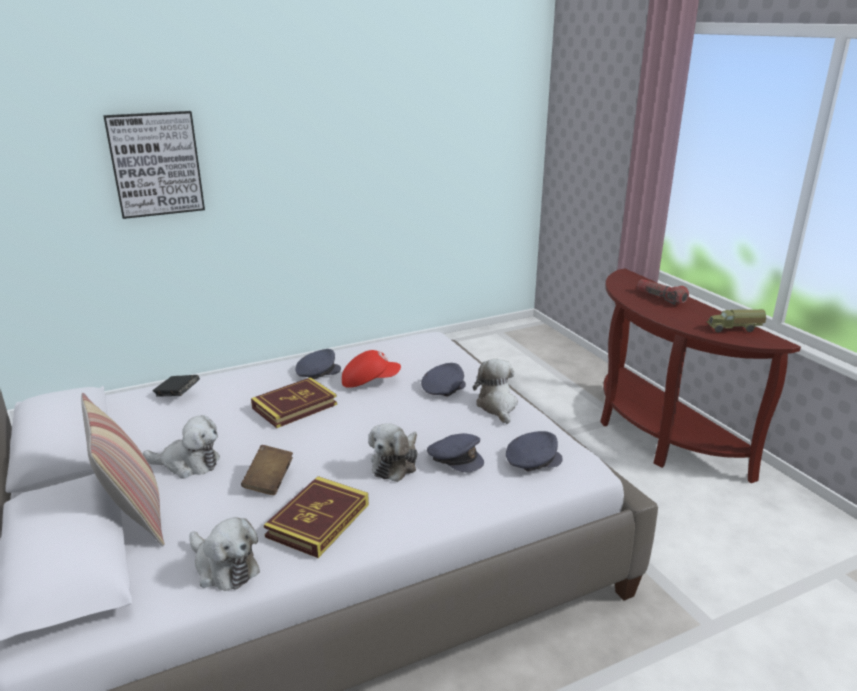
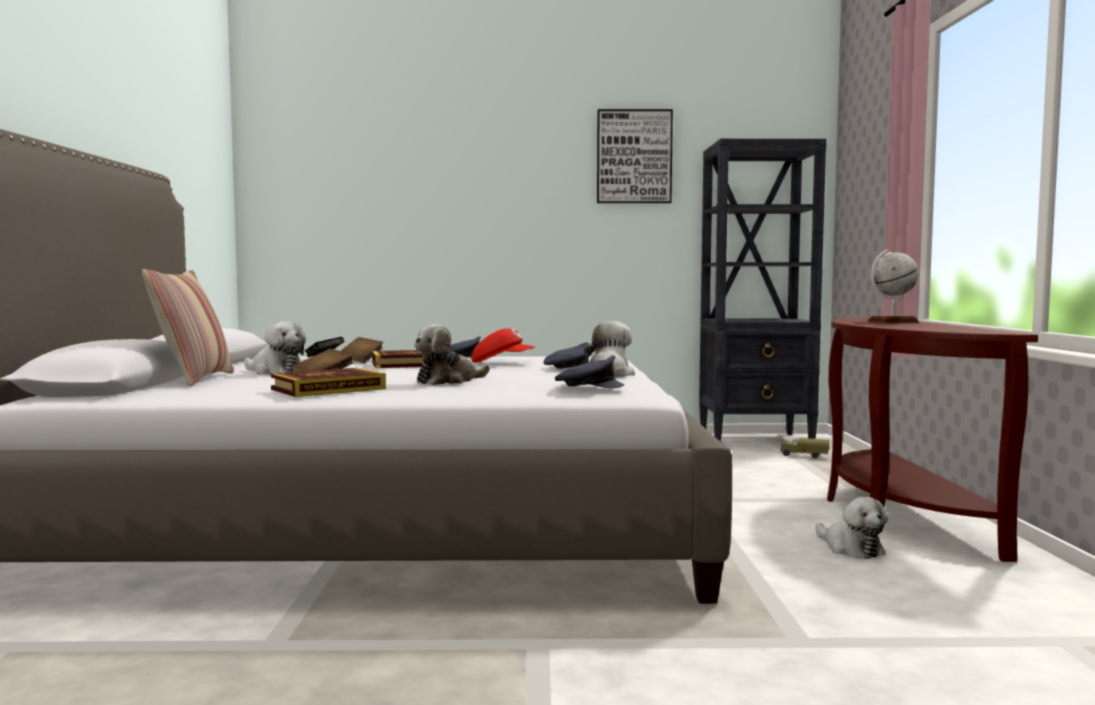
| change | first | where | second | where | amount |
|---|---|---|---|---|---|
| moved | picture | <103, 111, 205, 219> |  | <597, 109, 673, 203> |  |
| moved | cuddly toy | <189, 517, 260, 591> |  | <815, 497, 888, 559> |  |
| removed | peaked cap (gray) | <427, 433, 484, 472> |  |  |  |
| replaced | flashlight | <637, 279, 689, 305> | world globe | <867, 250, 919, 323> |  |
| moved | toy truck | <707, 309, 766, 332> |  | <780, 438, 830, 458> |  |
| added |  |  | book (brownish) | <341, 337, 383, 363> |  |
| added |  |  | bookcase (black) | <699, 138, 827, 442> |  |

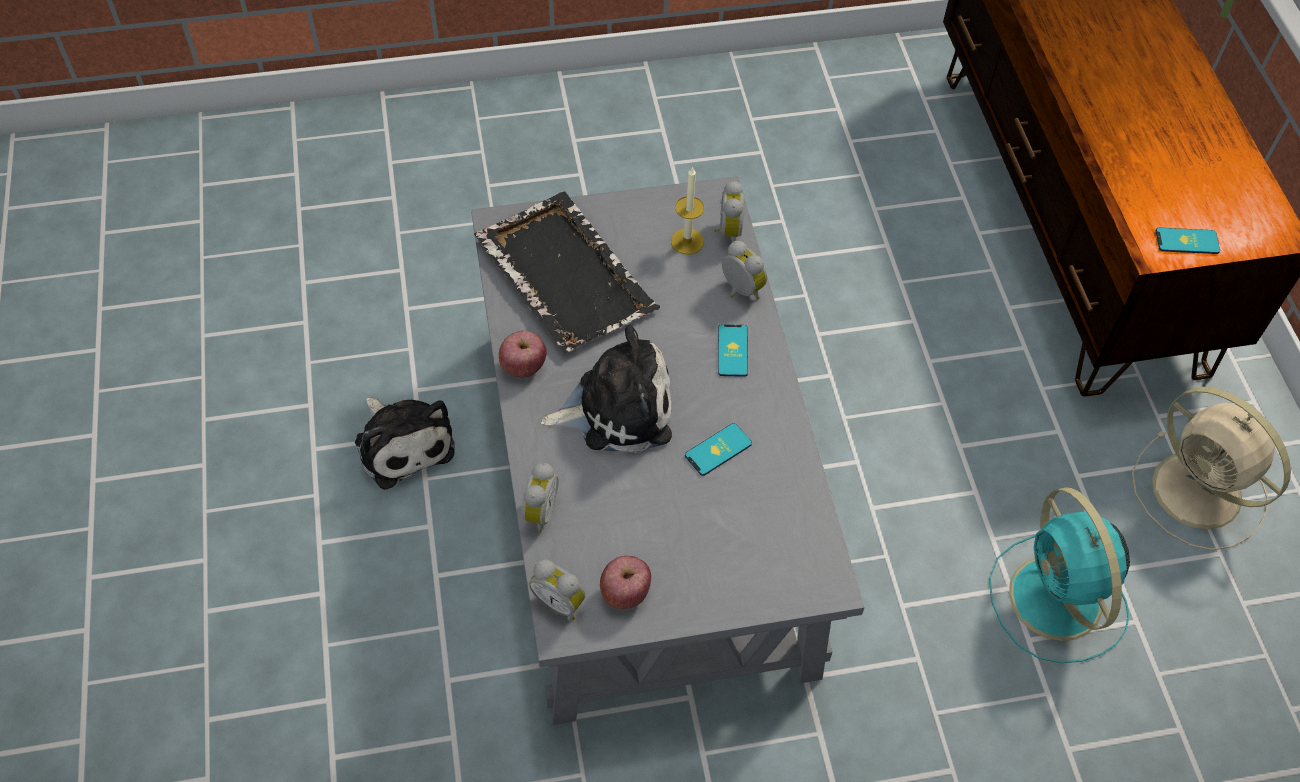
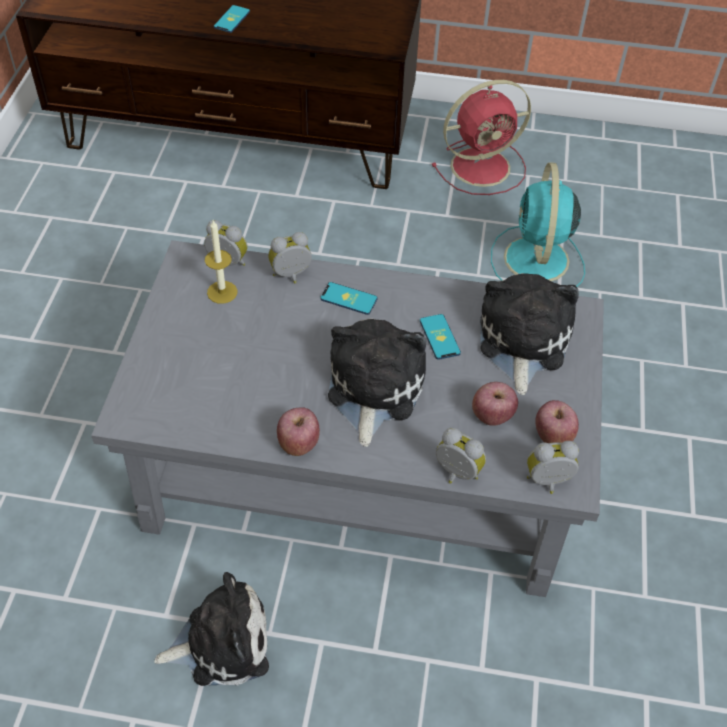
| change | first | where | second | where | amount |
|---|---|---|---|---|---|
| removed | carrying tray (black) | <474, 192, 660, 353> |  |  |  |
| turned | alarm clock | <529, 560, 585, 620> |  | <527, 441, 579, 494> | 150 degrees counterclockwise |
| turned | cooling fan (blue-green) | <989, 487, 1130, 663> |  | <491, 162, 585, 287> | 90 degrees clockwise |
| recoloured | cooling fan (beige-coloured) | <1132, 387, 1291, 550> | cooling fan (red-coloured) | <432, 80, 531, 195> |  |
| moved | telephone | <1156, 228, 1220, 254> |  | <214, 5, 250, 33> |  |
| added |  |  | whole apple | <472, 382, 518, 426> |  |
| added |  |  | cuddly toy | <480, 273, 579, 395> |  |

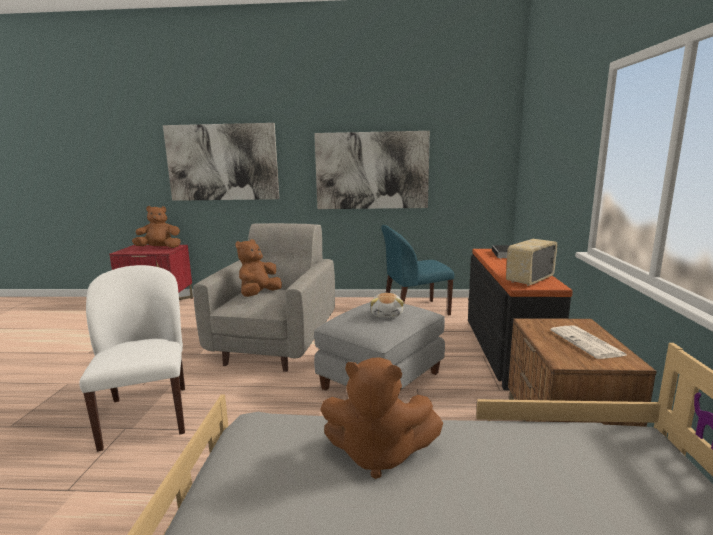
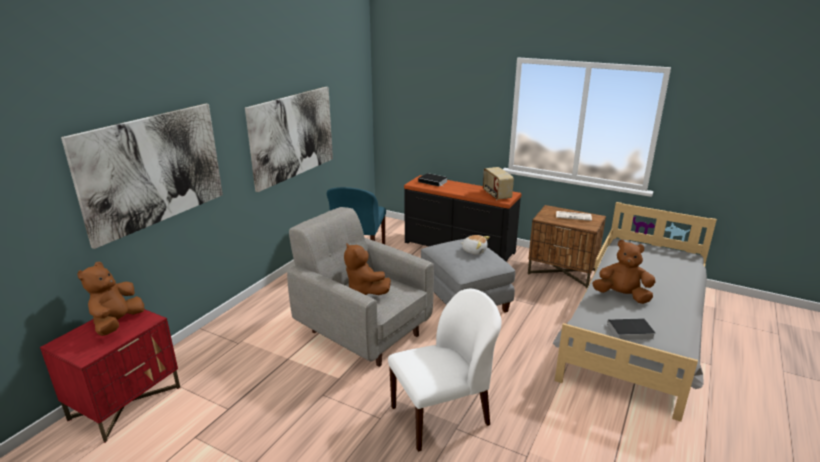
| change | first | where | second | where | amount |
|---|---|---|---|---|---|
| turned | upright chair (white) | <79, 265, 185, 452> |  | <388, 289, 501, 452> | 150 degrees clockwise |
| turned | cuddly toy (brownish) | <320, 357, 443, 479> |  | <592, 240, 655, 304> | 105 degrees counterclockwise |
| added |  |  | book | <602, 318, 656, 340> |  |

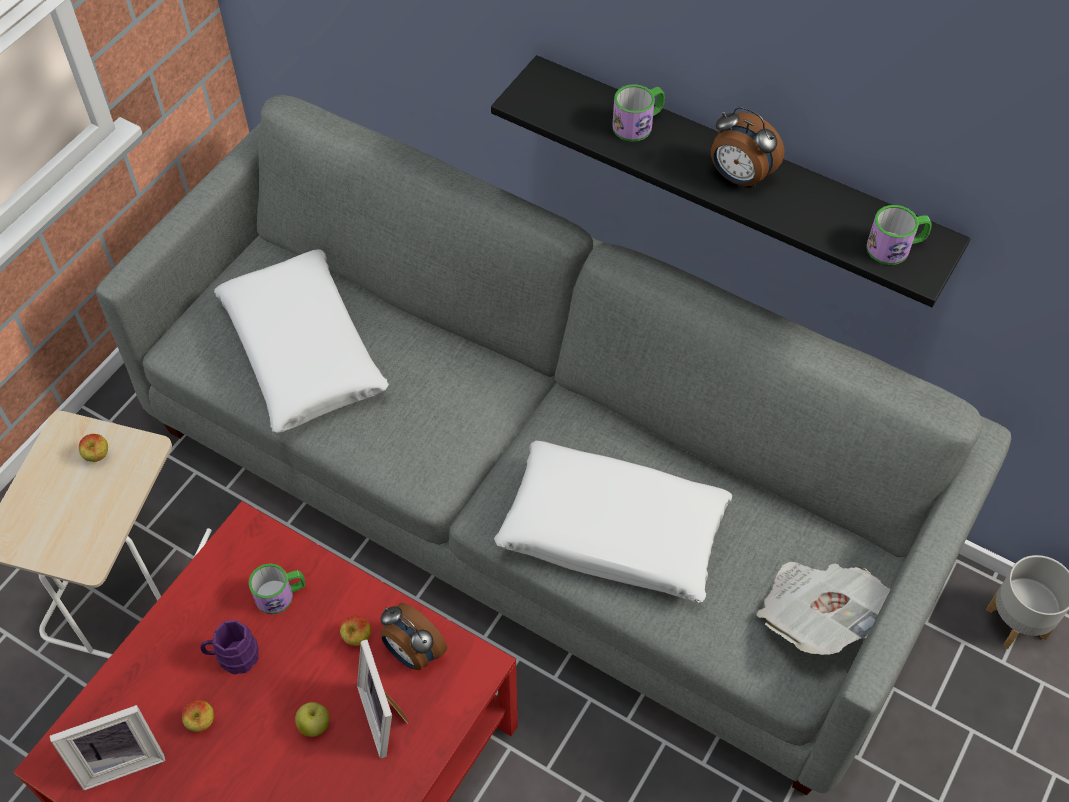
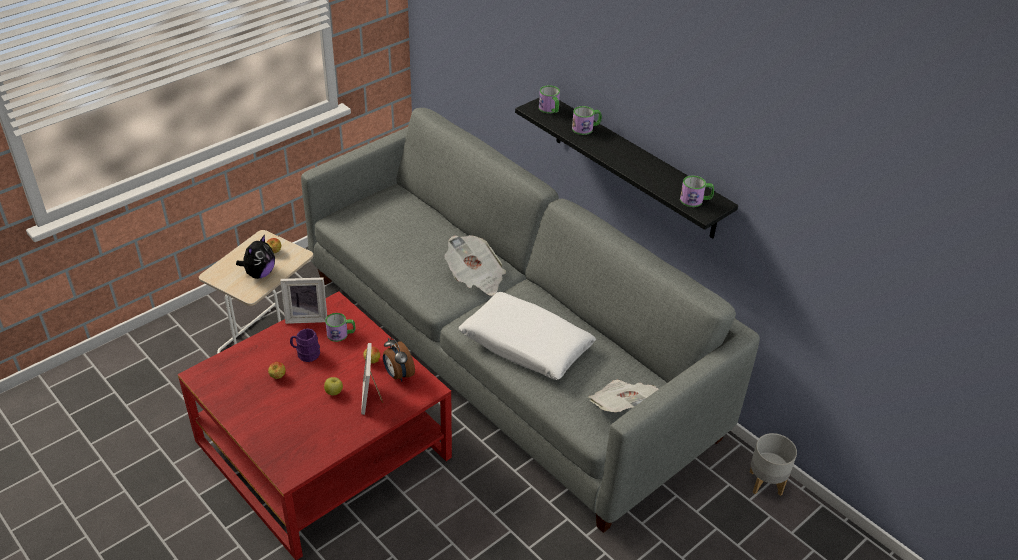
| change | first | where | second | where | amount |
|---|---|---|---|---|---|
| moved | photo frame | <50, 705, 165, 791> |  | <280, 277, 327, 324> |  |
| removed | throw pillow (white) | <214, 249, 389, 433> |  |  |  |
| removed | alarm clock | <711, 107, 785, 188> |  |  |  |
| added |  |  | cuddly toy | <236, 234, 275, 279> |  |
| added |  |  | printed paper | <444, 235, 506, 296> |  |
| added |  |  | mug | <539, 85, 560, 113> |  |

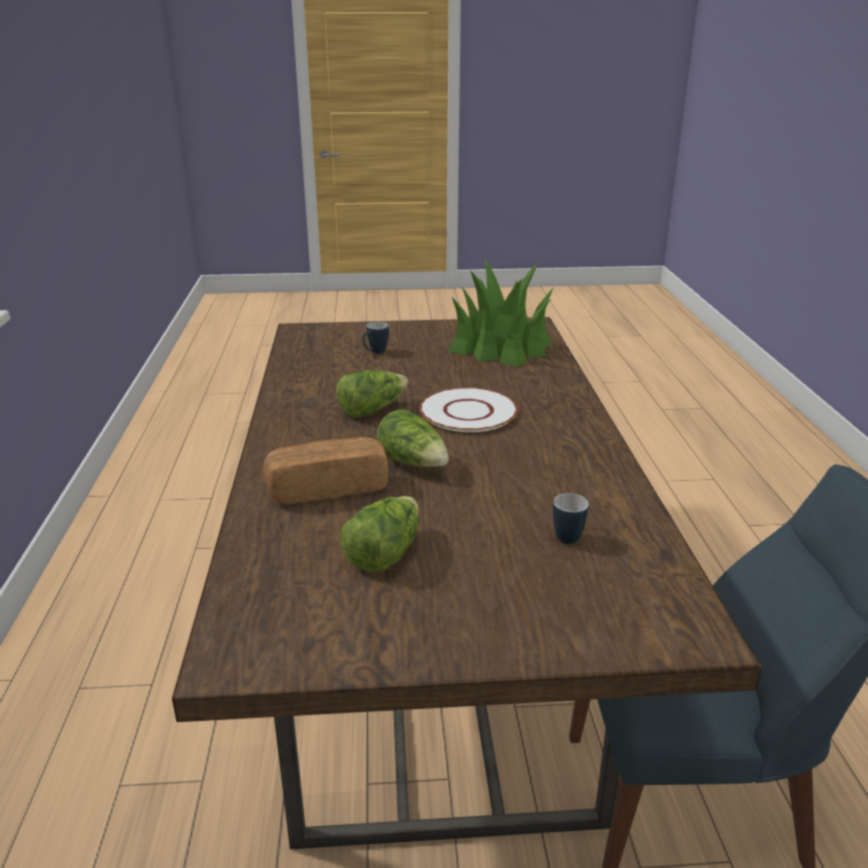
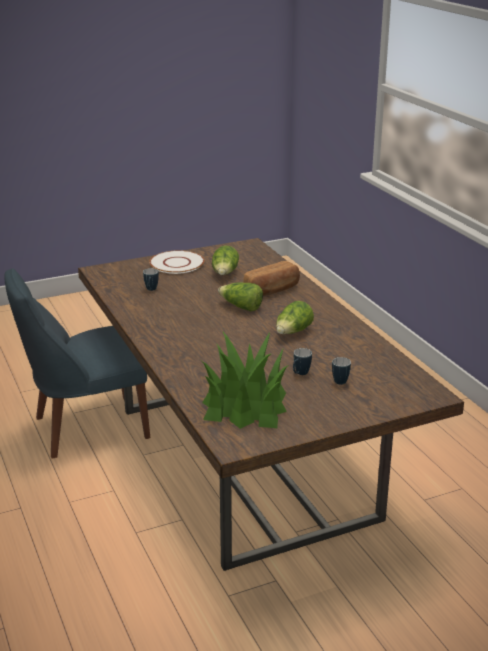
| change | first | where | second | where | amount |
|---|---|---|---|---|---|
| moved | flat dish (white) | <419, 387, 518, 432> |  | <149, 250, 205, 274> |  |
| added |  |  | mug | <293, 348, 312, 375> |  |

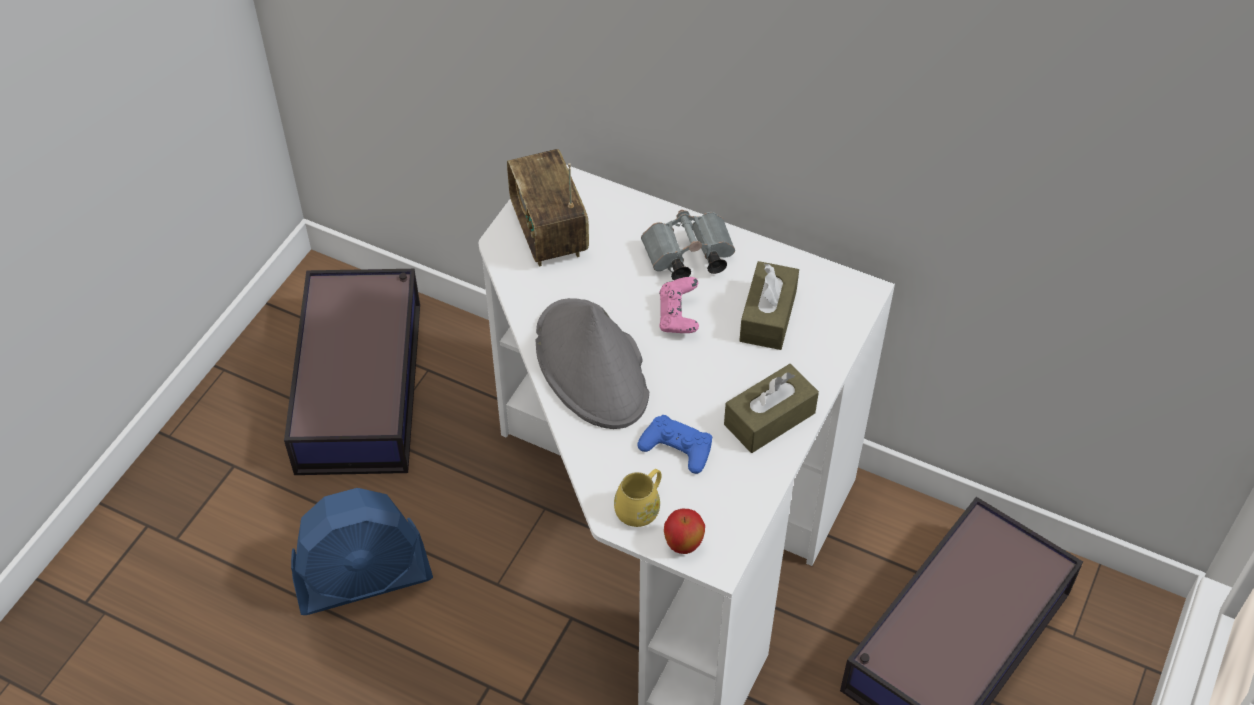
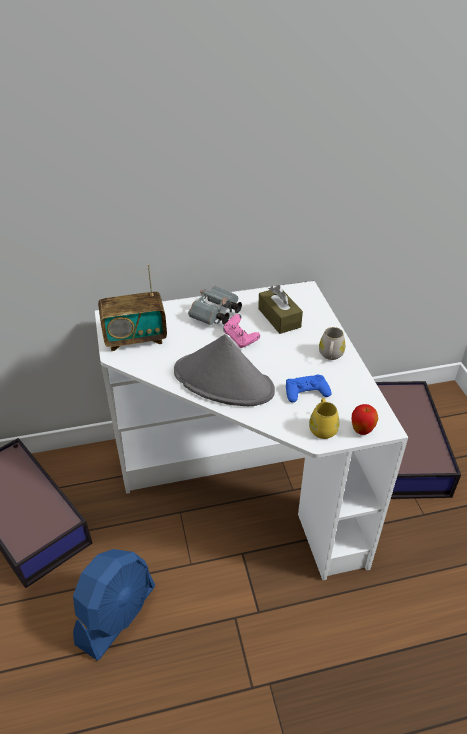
| change | first | where | second | where | amount |
|---|---|---|---|---|---|
| turned | radio receiver | <507, 149, 589, 267> |  | <98, 264, 167, 351> | 45 degrees counterclockwise |
| replaced | tissue box (brownish) | <724, 364, 819, 453> | mug (white) | <319, 327, 345, 360> |  |

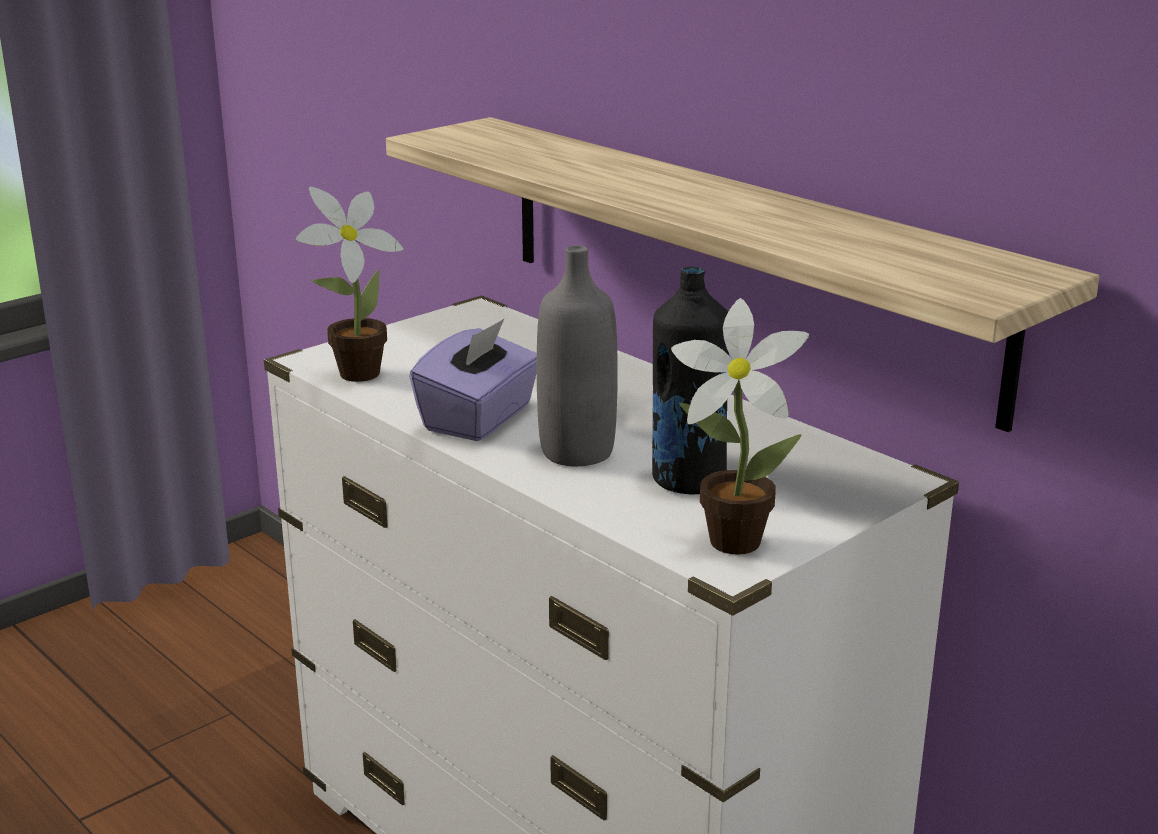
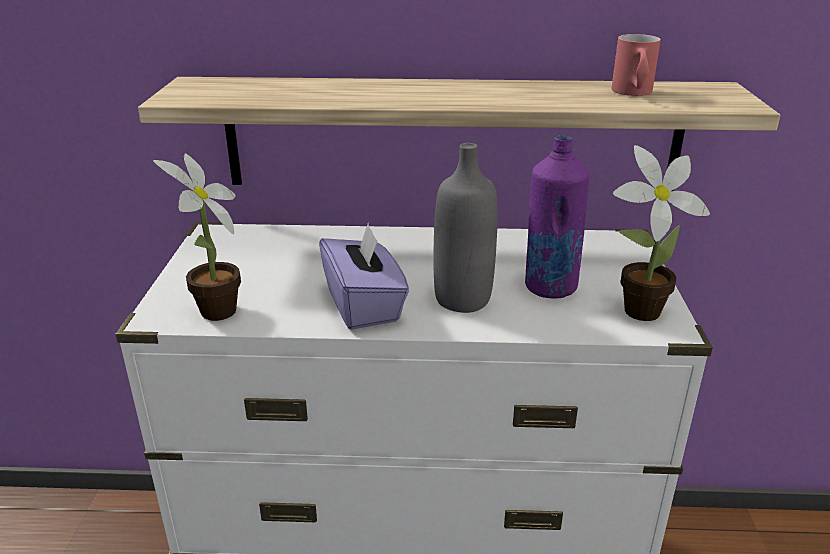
| change | first | where | second | where | amount |
|---|---|---|---|---|---|
| recoloured | beverage bottle (black) | <652, 267, 729, 495> | beverage bottle (purple-coloured) | <525, 135, 590, 299> |  |
| added |  |  | mug (red-coloured) | <611, 34, 661, 96> |  |

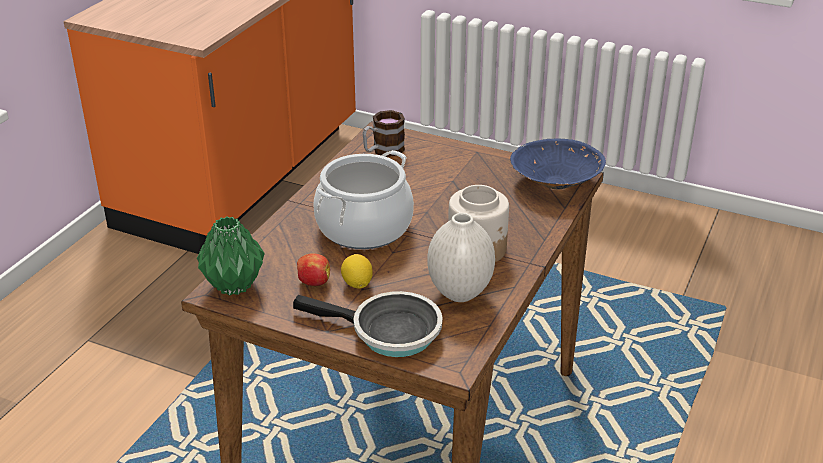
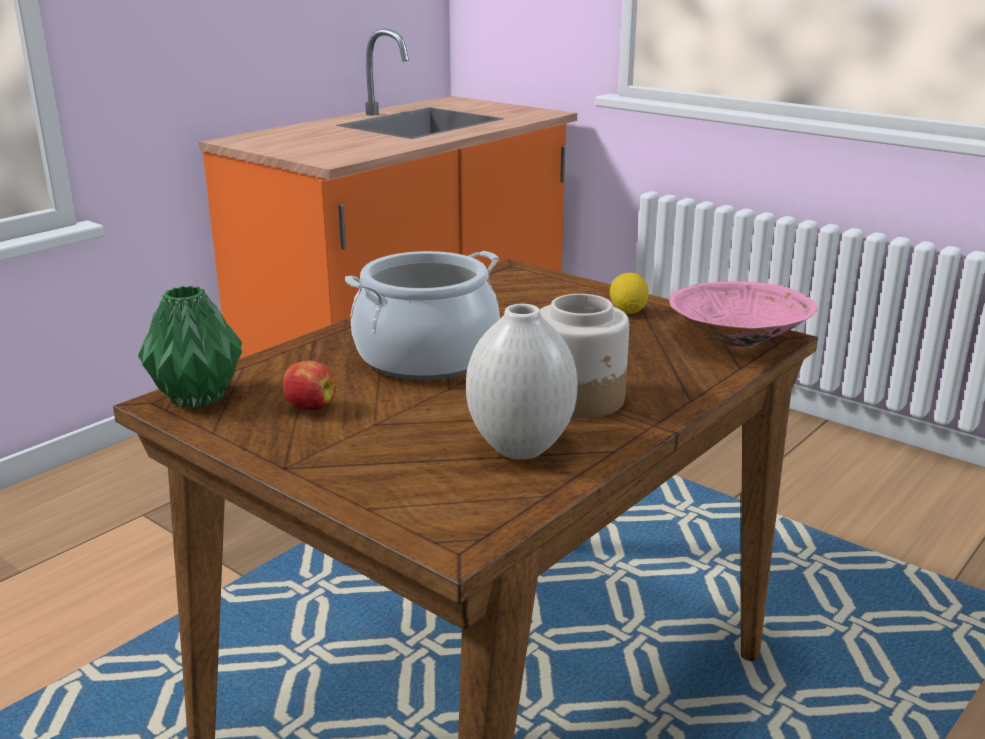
| change | first | where | second | where | amount |
|---|---|---|---|---|---|
| removed | frying pan | <293, 291, 443, 357> |  |  |  |
| moved | lemon | <341, 254, 373, 289> |  | <610, 273, 649, 314> |  |
| removed | mug | <363, 110, 405, 157> |  |  |  |
| recoloured | serving bowl (bluish) | <510, 139, 606, 189> | serving bowl (pinkish) | <669, 281, 817, 347> |  |

